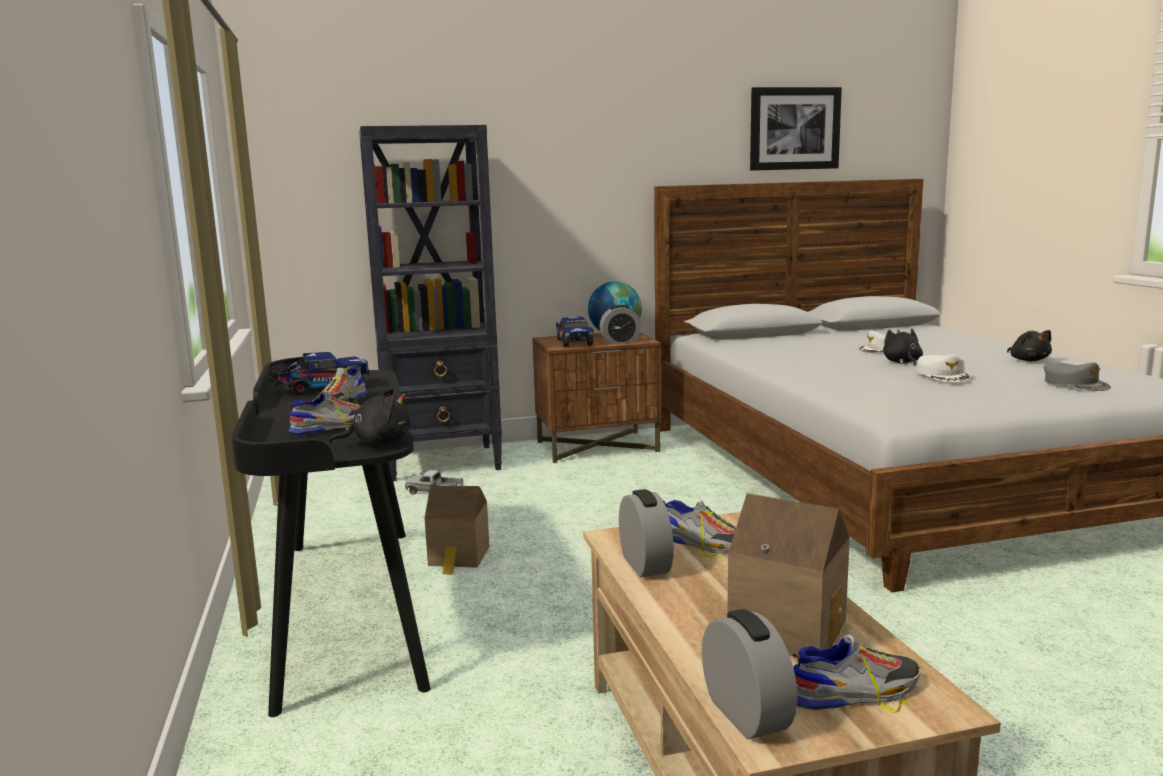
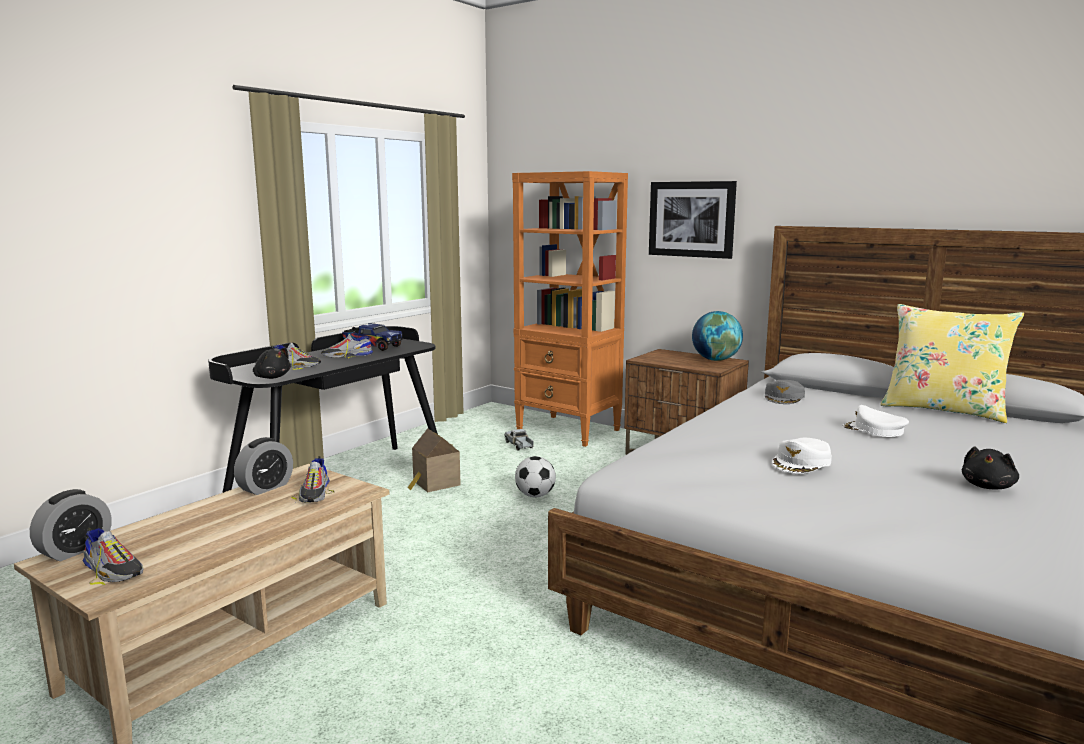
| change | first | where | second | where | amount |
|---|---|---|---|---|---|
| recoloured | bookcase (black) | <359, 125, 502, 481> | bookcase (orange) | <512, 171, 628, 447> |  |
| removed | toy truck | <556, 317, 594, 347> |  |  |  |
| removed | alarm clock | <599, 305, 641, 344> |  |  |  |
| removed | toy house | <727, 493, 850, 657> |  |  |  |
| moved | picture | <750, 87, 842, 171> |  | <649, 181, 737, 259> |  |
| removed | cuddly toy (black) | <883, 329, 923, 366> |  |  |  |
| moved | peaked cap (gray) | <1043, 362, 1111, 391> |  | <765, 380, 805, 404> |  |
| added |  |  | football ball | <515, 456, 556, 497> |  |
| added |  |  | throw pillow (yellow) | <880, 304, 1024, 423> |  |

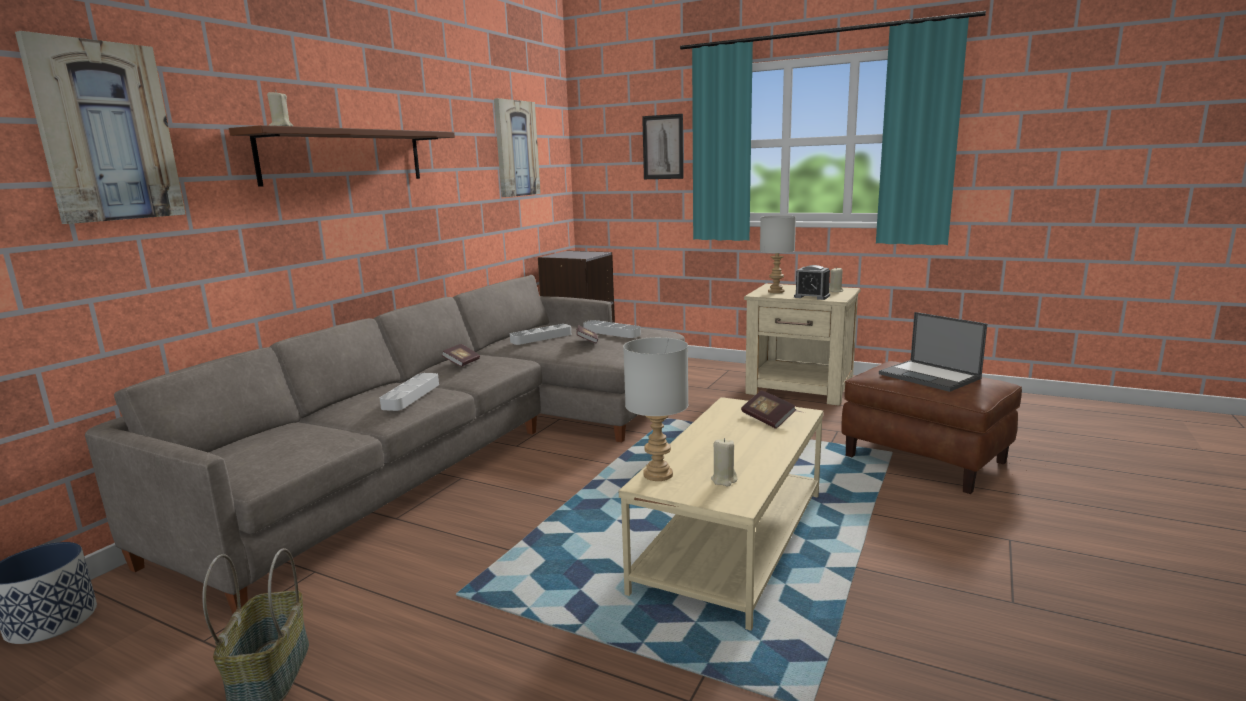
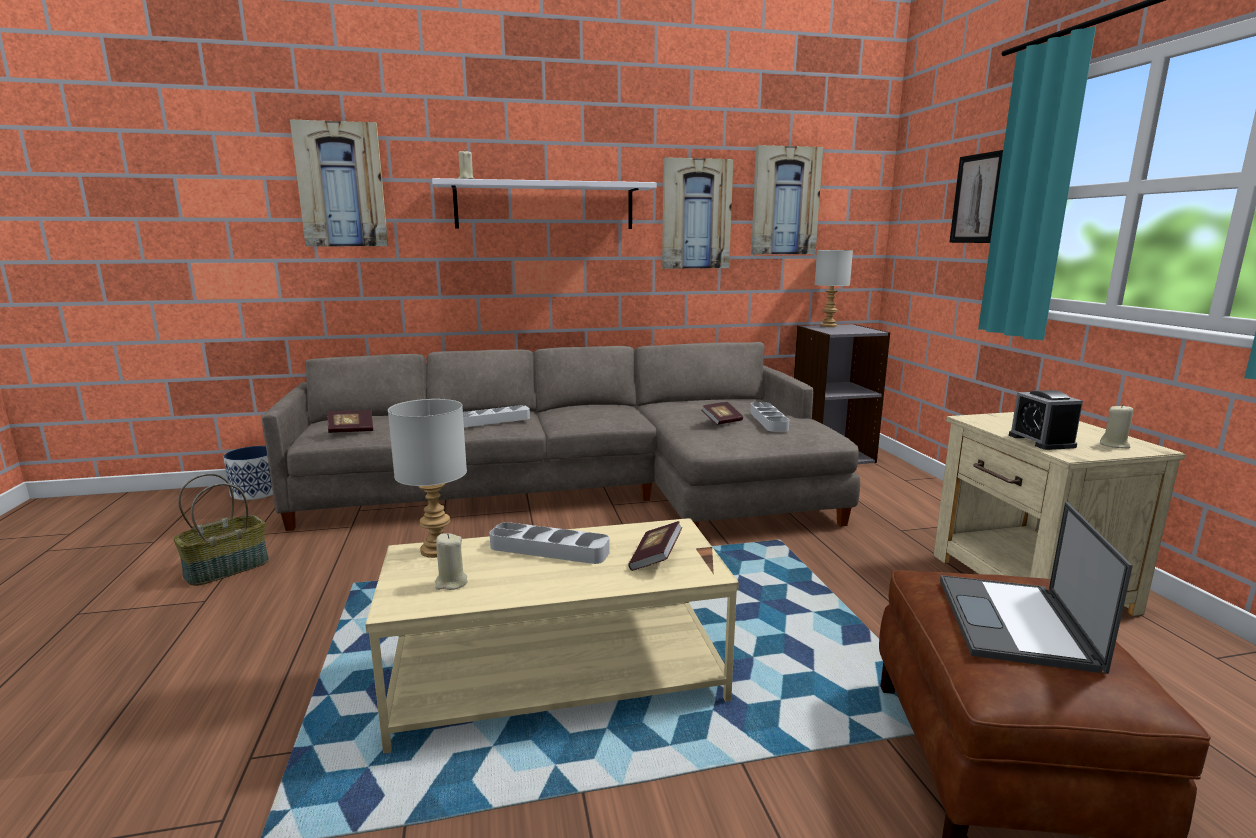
| change | first | where | second | where | amount |
|---|---|---|---|---|---|
| recoloured | shelf (brownish) | <229, 125, 455, 187> | shelf (white) | <432, 178, 656, 229> |  |
| moved | book | <441, 344, 480, 367> |  | <327, 410, 373, 433> |  |
| moved | carrying tray (gray) | <510, 324, 571, 345> |  | <489, 522, 610, 564> |  |
| moved | tabletop lamp (gray) | <760, 215, 796, 293> |  | <814, 250, 853, 327> |  |
| added |  |  | picture | <662, 157, 734, 269> |  |

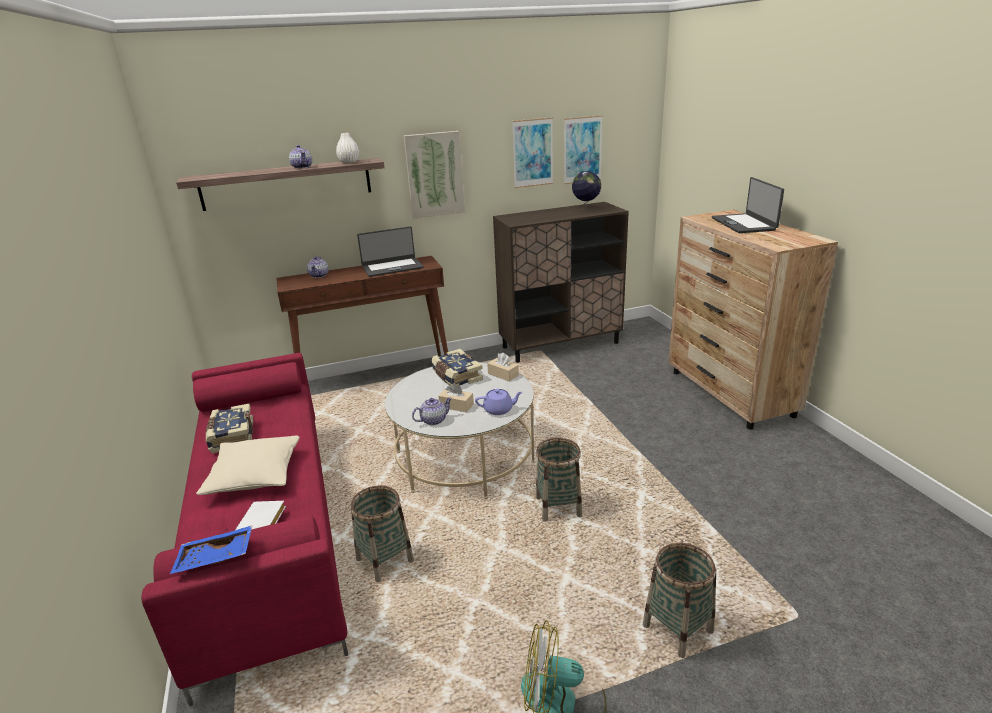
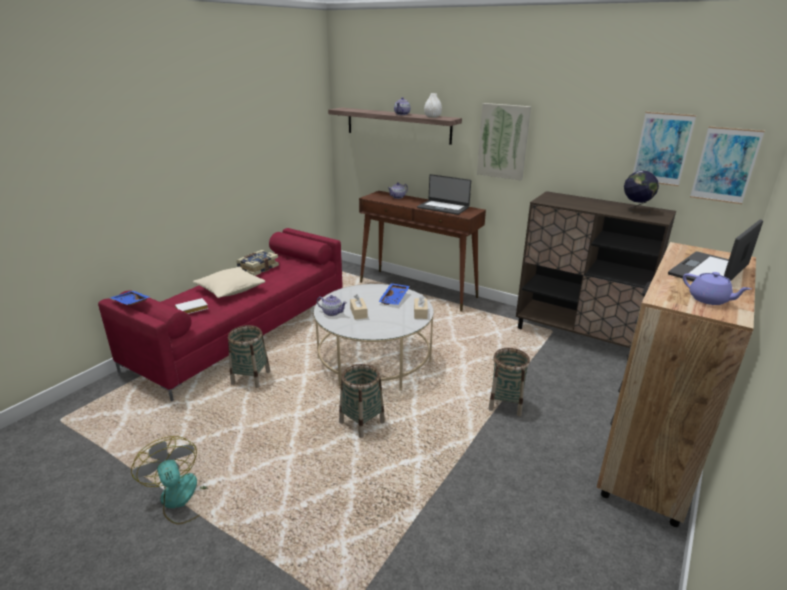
| change | first | where | second | where | amount |
|---|---|---|---|---|---|
| replaced | book | <431, 349, 483, 386> | carrying tray (bluish) | <378, 283, 410, 305> |  |
| moved | teapot (purple-coloured) | <475, 389, 523, 415> |  | <683, 272, 751, 305> |  |
| moved | picture | <512, 117, 553, 188> |  | <690, 126, 765, 204> |  |
| moved | basket | <643, 543, 716, 658> |  | <488, 348, 530, 416> |  |

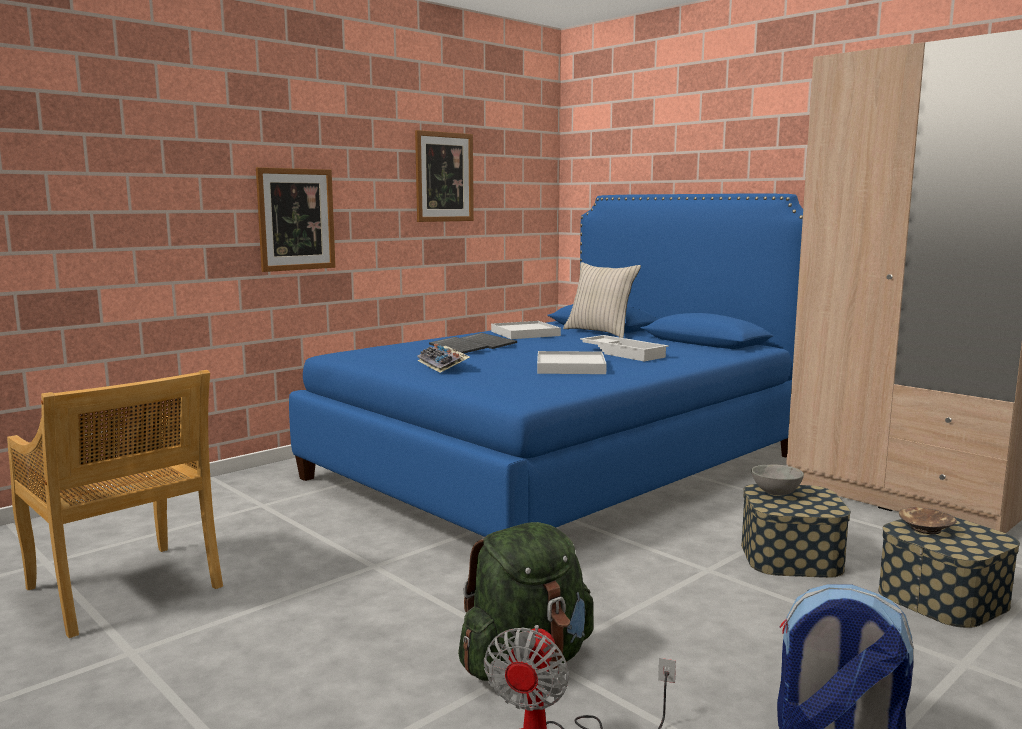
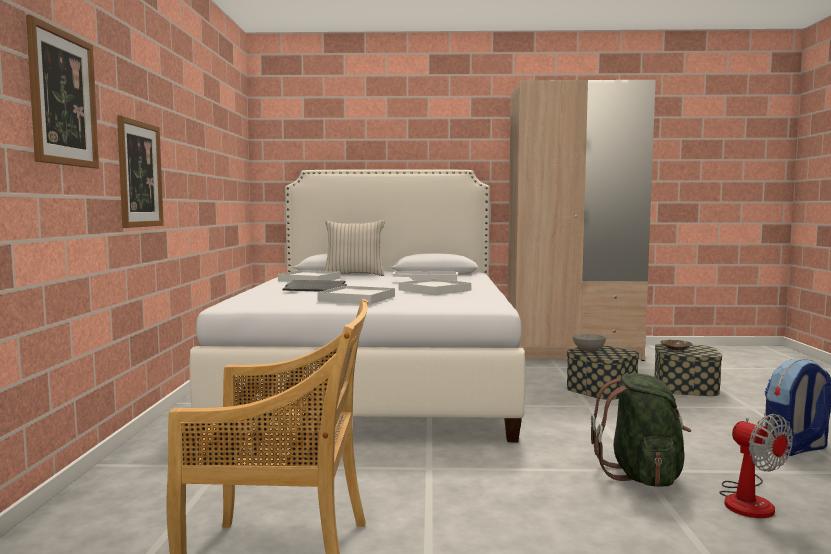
| change | first | where | second | where | amount |
|---|---|---|---|---|---|
| recoloured | bed (bluish) | <289, 194, 803, 537> | bed (white) | <190, 169, 525, 442> |  |
| moved | picture | <415, 130, 474, 222> |  | <26, 15, 99, 169> |  |
| replaced | keyboard | <417, 344, 470, 373> | carrying tray (white) | <317, 286, 395, 304> |  |

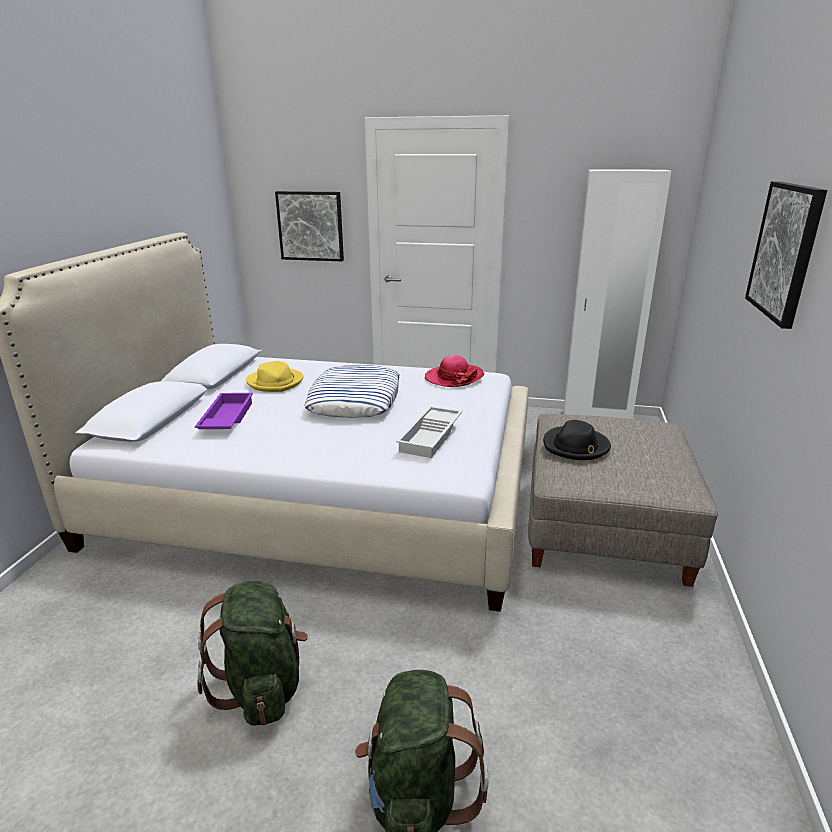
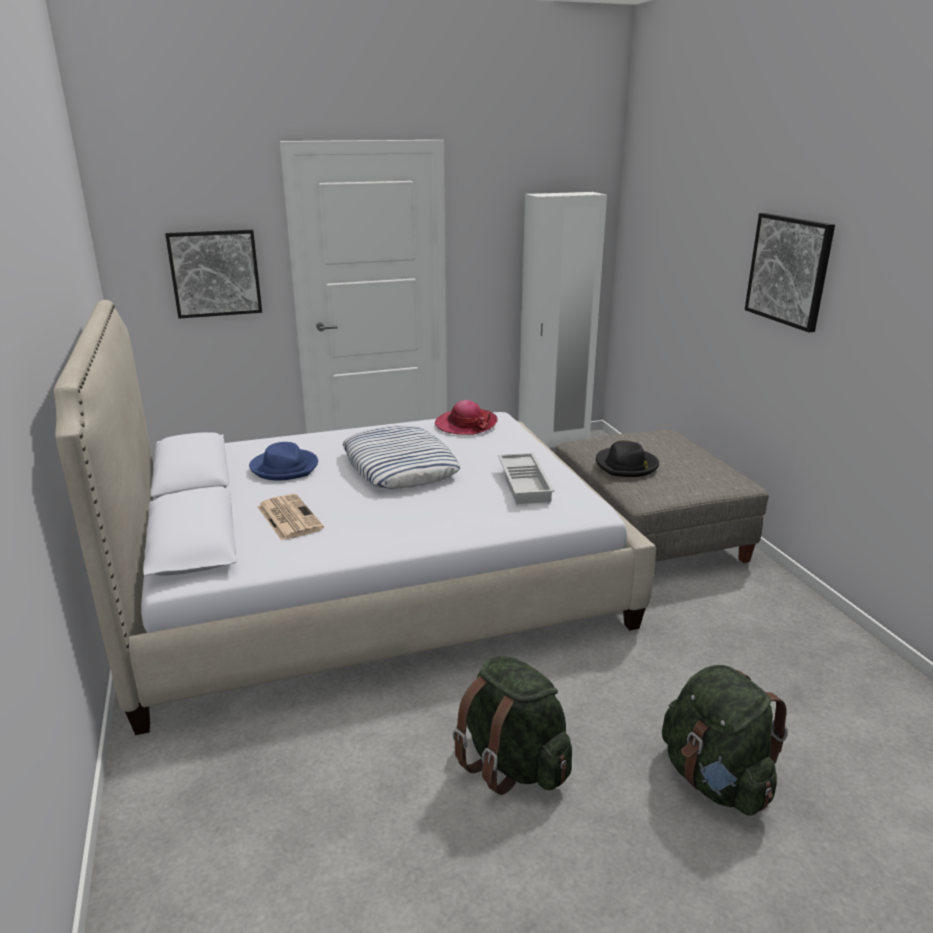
| change | first | where | second | where | amount |
|---|---|---|---|---|---|
| replaced | carrying tray (purple-coloured) | <195, 393, 253, 429> | printed paper | <257, 494, 324, 541> |  |
| recoloured | hat (yellow) | <246, 361, 303, 392> | hat (bluish) | <249, 442, 318, 480> |  |

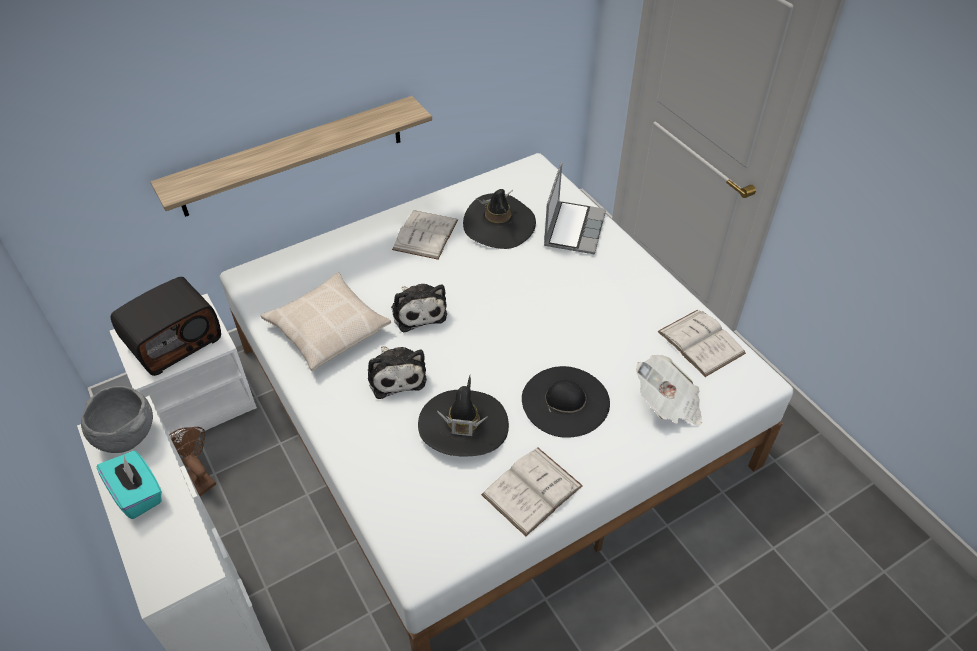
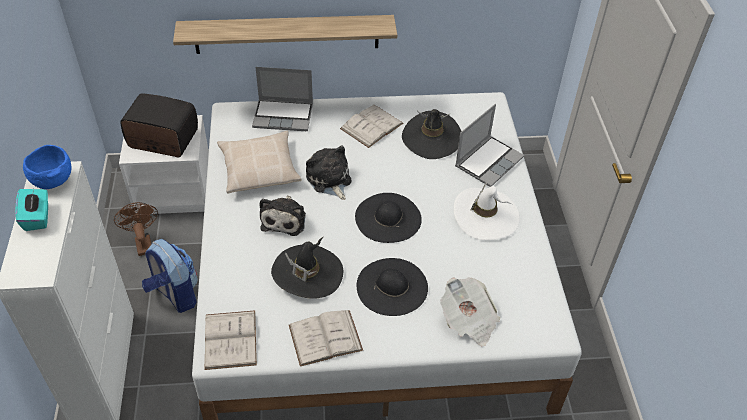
| change | first | where | second | where | amount |
|---|---|---|---|---|---|
| recoloured | serving bowl (gray) | <81, 386, 153, 453> | serving bowl (bluish) | <23, 145, 71, 189> |  |
| turned | radio receiver | <110, 277, 221, 376> |  | <120, 93, 198, 157> | 150 degrees counterclockwise |
| turned | cuddly toy | <391, 284, 447, 332> |  | <306, 145, 352, 200> | 150 degrees clockwise |
| moved | book (white) | <657, 310, 746, 377> |  | <205, 310, 257, 370> |  |
| added |  |  | knapsack | <142, 239, 198, 313> |  |
| added |  |  | notebook computer | <252, 67, 313, 131> |  |
| added |  |  | hat (black) | <355, 193, 422, 243> |  |
| added |  |  | hat (white) | <454, 182, 520, 240> |  |

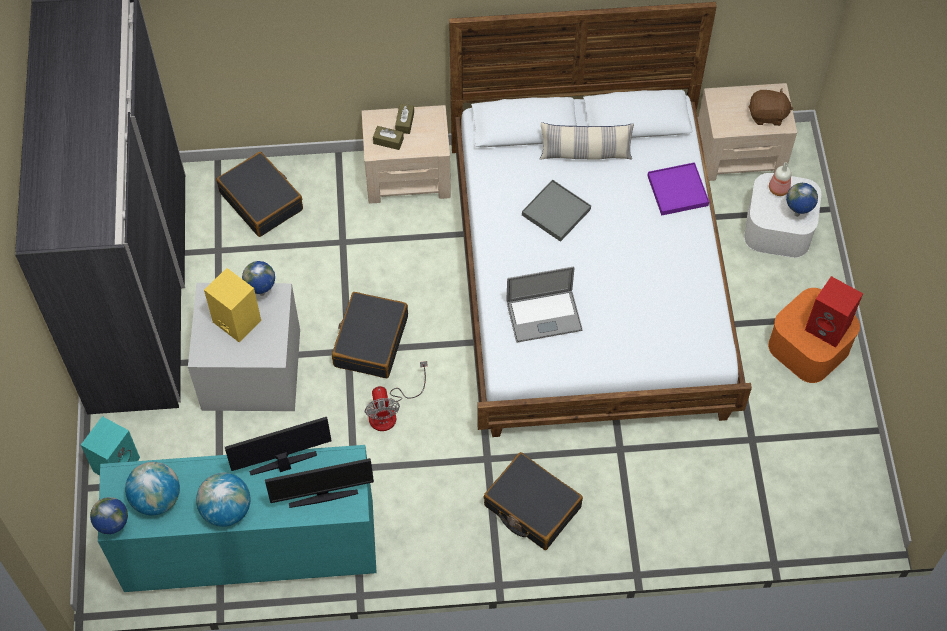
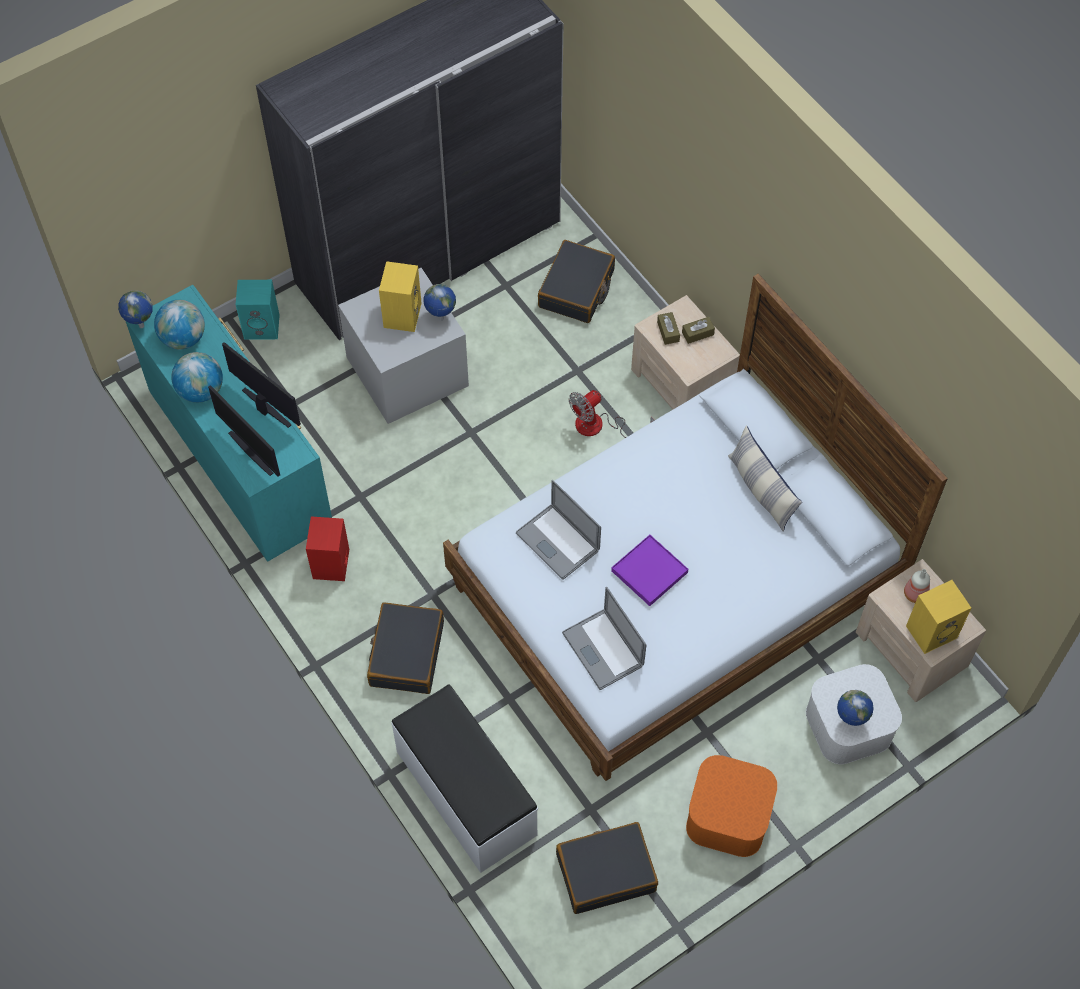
| change | first | where | second | where | amount |
|---|---|---|---|---|---|
| moved | suitcase (black) | <332, 292, 408, 378> |  | <556, 822, 658, 914> |  |
| moved | cooling fan | <364, 361, 427, 431> |  | <569, 390, 655, 438> |  |
| removed | carrying tray (gray) | <522, 179, 591, 242> |  |  |  |
| moved | carrying tray (purple-coloured) | <648, 162, 709, 216> |  | <611, 535, 688, 606> |  |
| replaced | cuddly toy (brownish) | <749, 88, 793, 126> | loudspeaker (yellow) | <906, 580, 971, 654> |  |
| moved | beverage bottle | <769, 162, 791, 196> |  | <904, 569, 930, 603> |  |
| moved | loudspeaker (red-coloured) | <805, 276, 863, 348> |  | <306, 516, 349, 581> |  |
| added |  |  | bench (white) | <391, 685, 538, 873> |  |
| added |  |  | notebook computer | <562, 587, 646, 690> |  |

